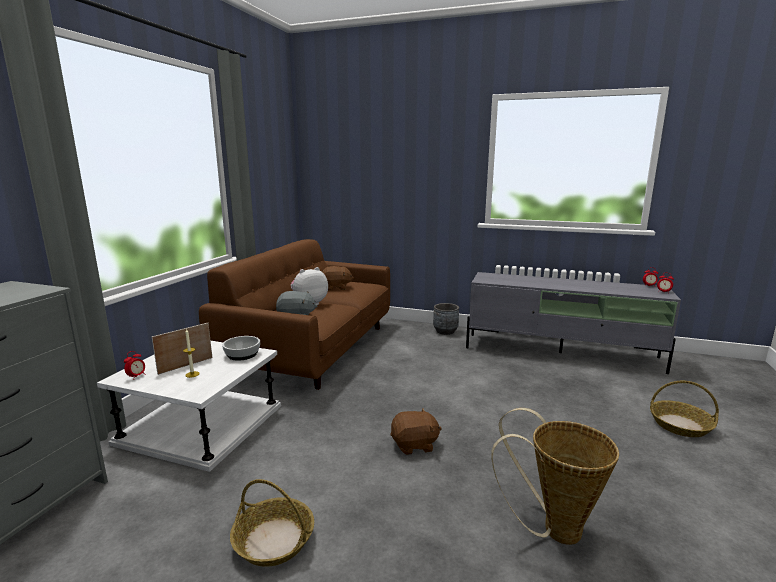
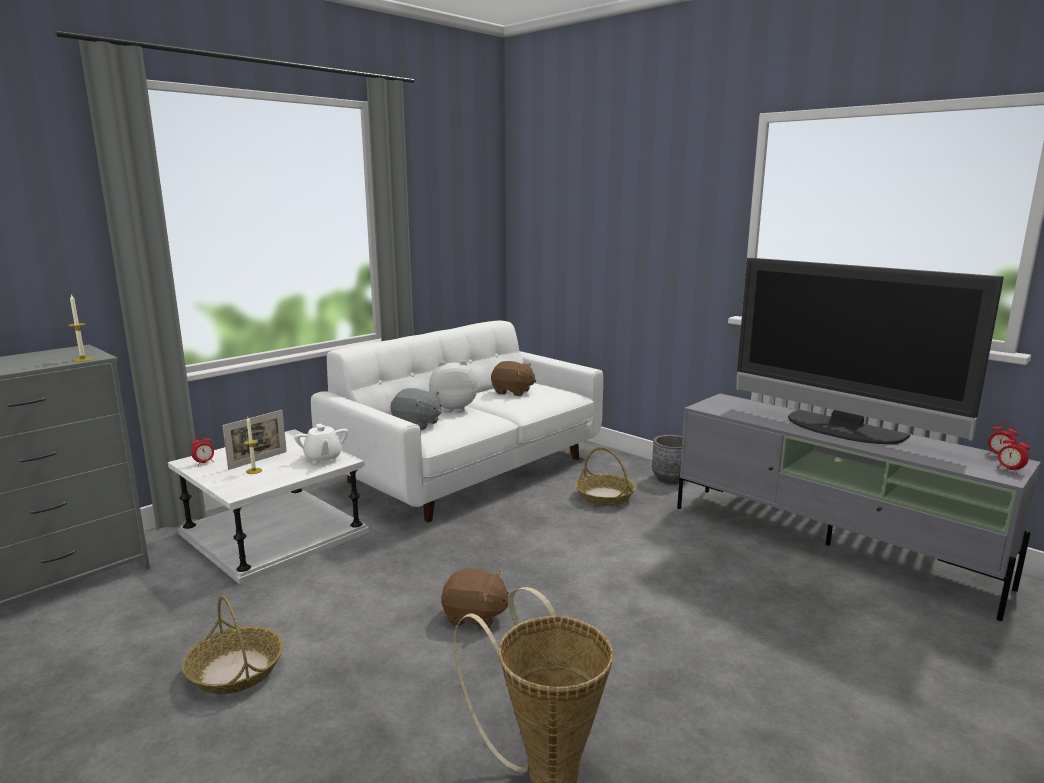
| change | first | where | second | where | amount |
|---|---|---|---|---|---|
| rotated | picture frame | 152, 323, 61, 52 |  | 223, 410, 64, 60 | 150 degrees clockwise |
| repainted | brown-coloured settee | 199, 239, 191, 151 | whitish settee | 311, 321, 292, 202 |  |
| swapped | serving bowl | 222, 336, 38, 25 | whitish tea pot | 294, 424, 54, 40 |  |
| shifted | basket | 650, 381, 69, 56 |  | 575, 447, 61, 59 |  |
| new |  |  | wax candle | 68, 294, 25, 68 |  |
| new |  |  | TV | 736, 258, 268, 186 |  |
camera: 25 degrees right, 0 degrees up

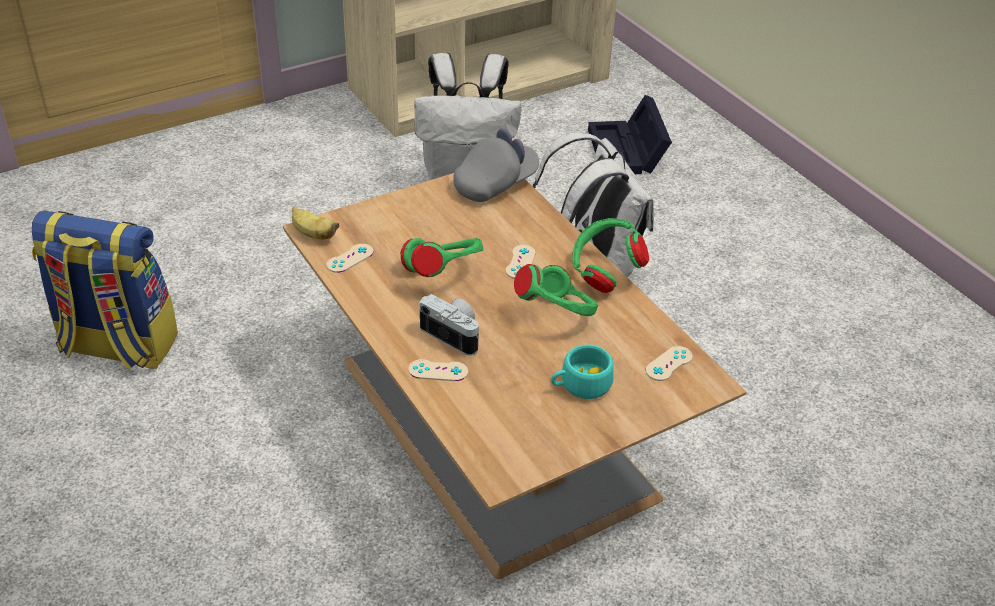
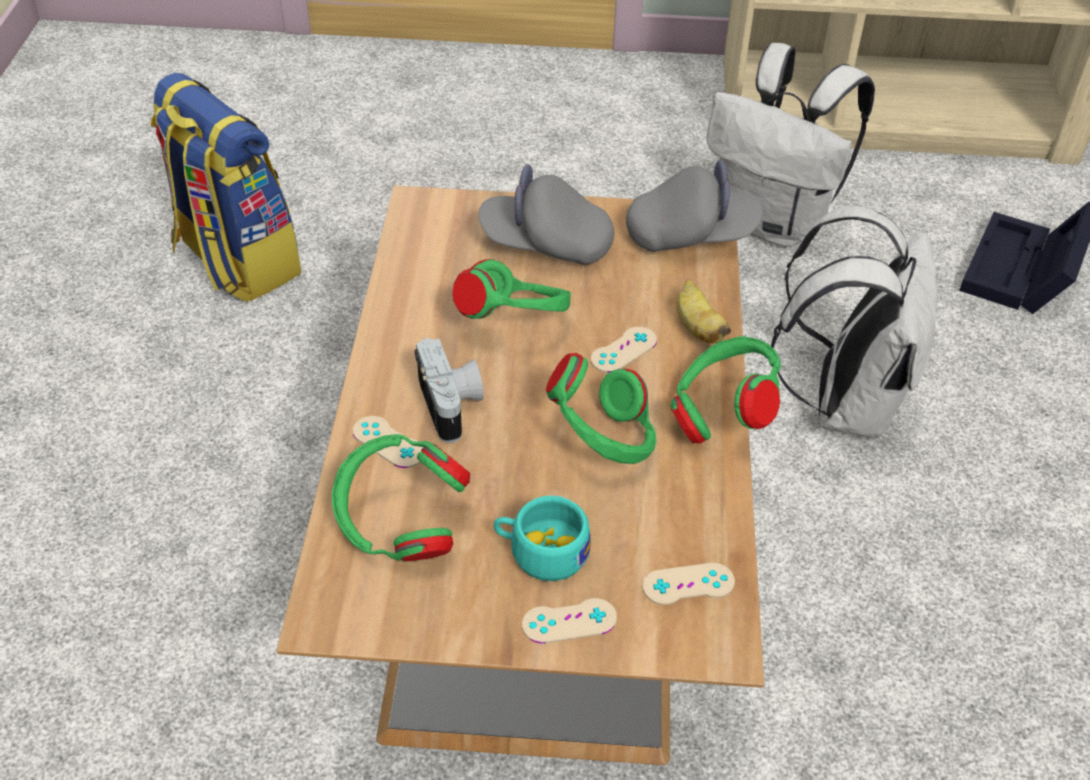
| change | first | where | second | where | amount |
|---|---|---|---|---|---|
| shifted | whole banana | 292, 207, 47, 33 |  | 676, 279, 55, 64 |  |
| shifted | beige-coloured game controller | 326, 244, 48, 29 |  | 522, 598, 95, 46 |  |
| new |  |  | green-coloured headphones | 332, 434, 138, 127 |  |
| new |  |  | gray cap | 479, 164, 135, 101 |  |
camera: 35 degrees right, 5 degrees up

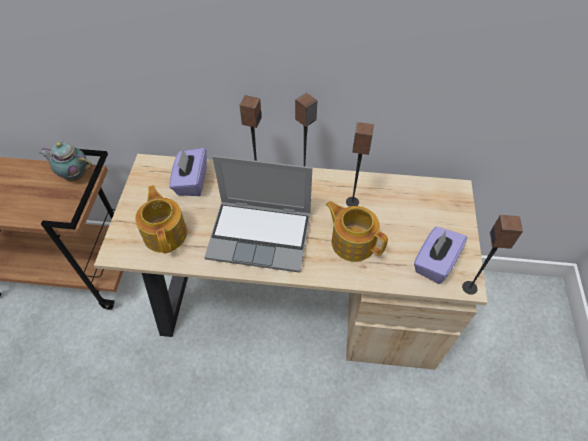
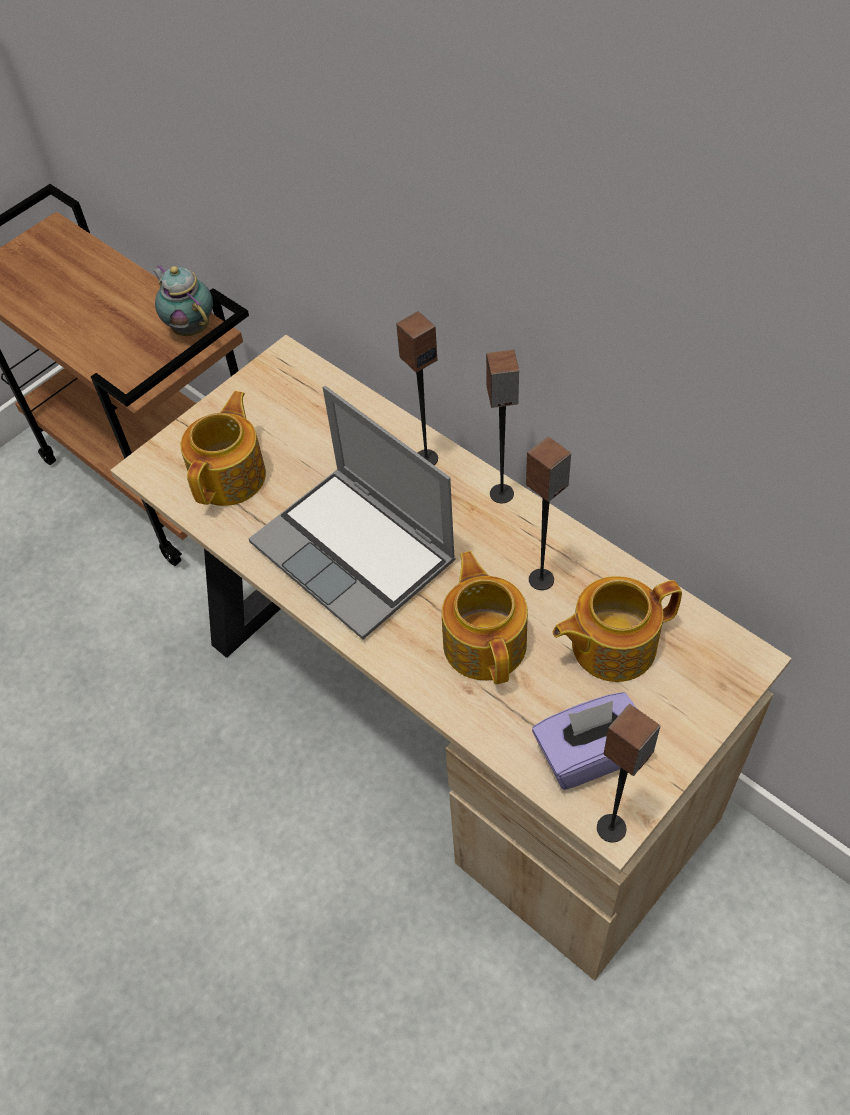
| change | first | where | second | where | amount |
|---|---|---|---|---|---|
| gone | purple tissue holder | 170, 148, 37, 48 |  |  |  |
| new |  |  | tea pot | 553, 576, 129, 106 |  |
camera: 40 degrees right, 0 degrees up

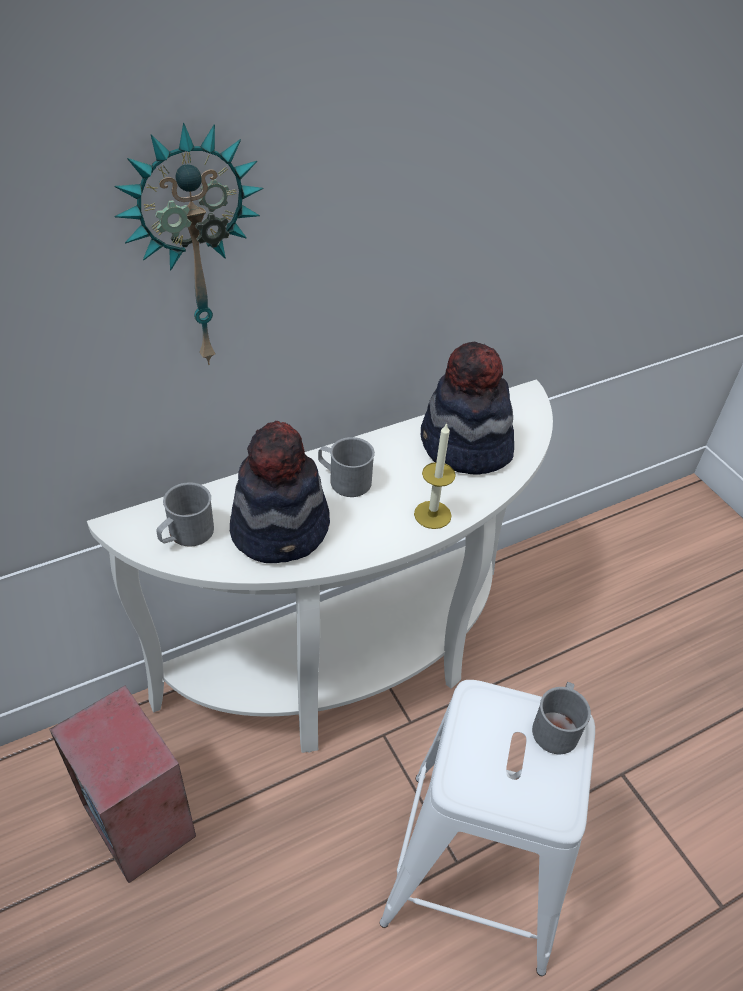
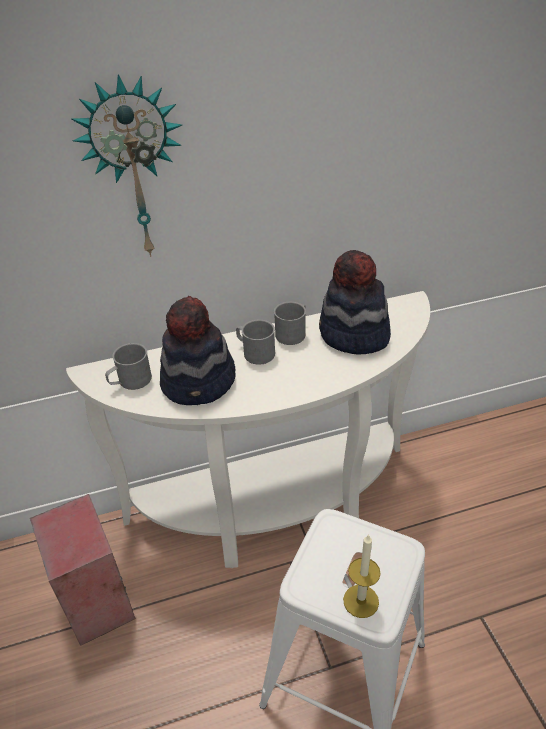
| change | first | where | second | where | amount |
|---|---|---|---|---|---|
| shifted | wax candle | 414, 422, 42, 107 |  | 343, 534, 38, 84 |  |
| shifted | gray coffee mug | 532, 682, 59, 72 |  | 274, 302, 32, 43 |  |
camera: 15 degrees right, 5 degrees down

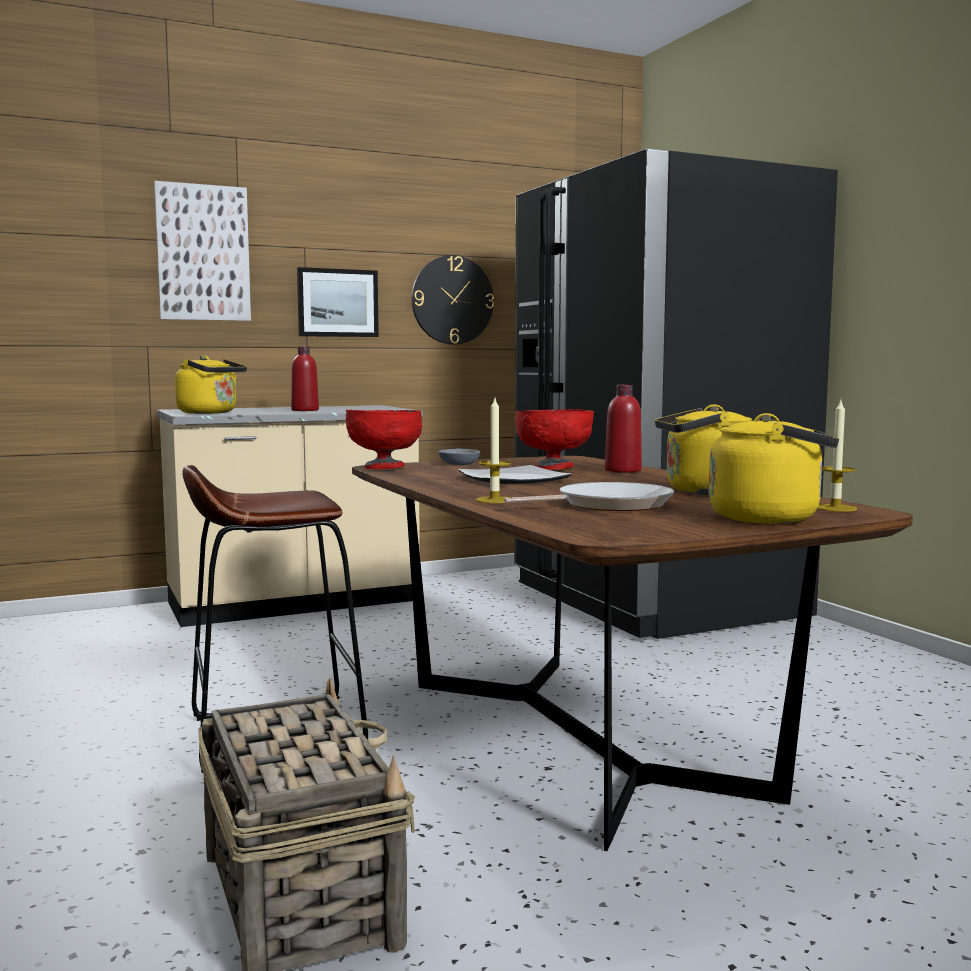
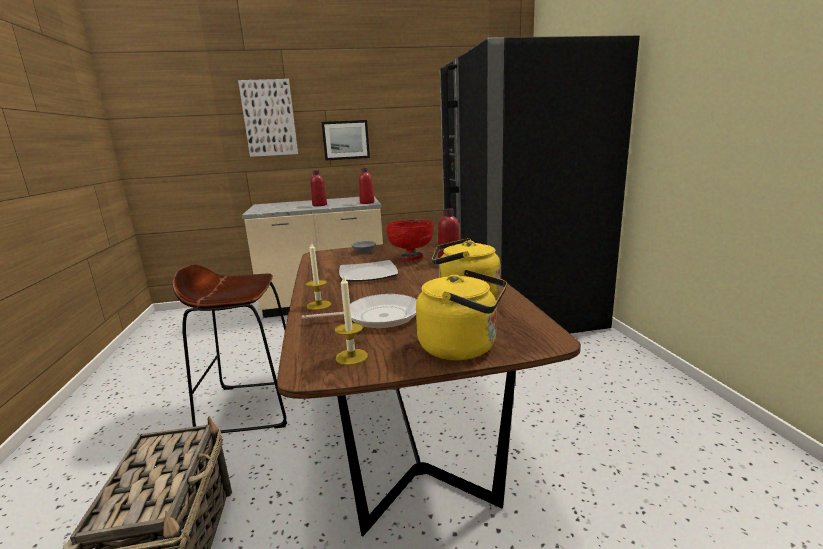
| change | first | where | second | where | amount |
|---|---|---|---|---|---|
| gone | yellow-coloured tea kettle | 175, 356, 72, 58 |  |  |  |
| gone | red-coloured serving bowl | 346, 410, 76, 59 |  |  |  |
| gone | hanging clock | 411, 255, 83, 90 |  |  |  |
| shifted | wax candle | 817, 400, 40, 112 |  | 335, 274, 33, 91 |  |
| new |  |  | red-coloured beverage bottle | 359, 168, 15, 36 |  |
camera: 15 degrees right, 10 degrees up

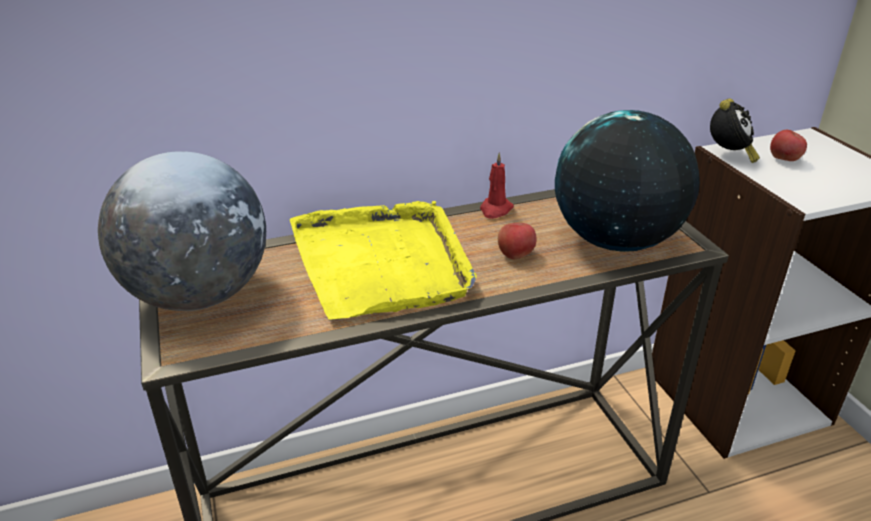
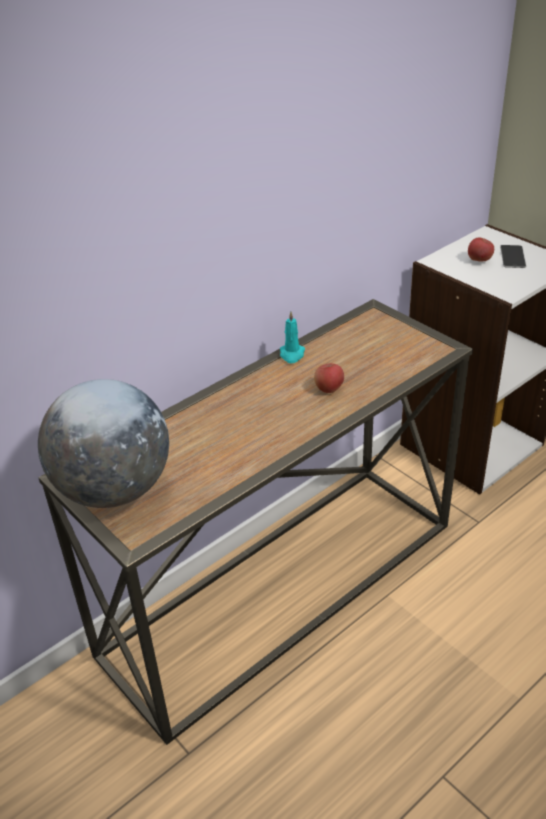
| change | first | where | second | where | amount |
|---|---|---|---|---|---|
| gone | yellow-coloured serving tray | 290, 201, 187, 119 |  |  |  |
| repainted | red-coloured wax candle | 480, 153, 34, 66 | turquoise-coloured wax candle | 280, 311, 25, 52 |  |
| gone | globe | 555, 110, 145, 142 |  |  |  |
| gone | bedside clock | 710, 98, 50, 65 |  |  |  |
| new |  |  | handset | 500, 245, 26, 23 |  |
camera: 20 degrees left, 5 degrees up

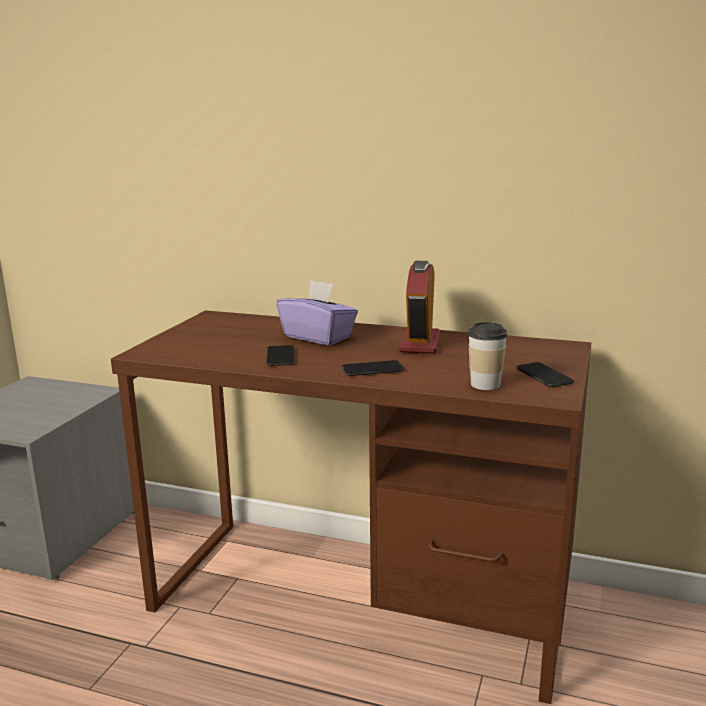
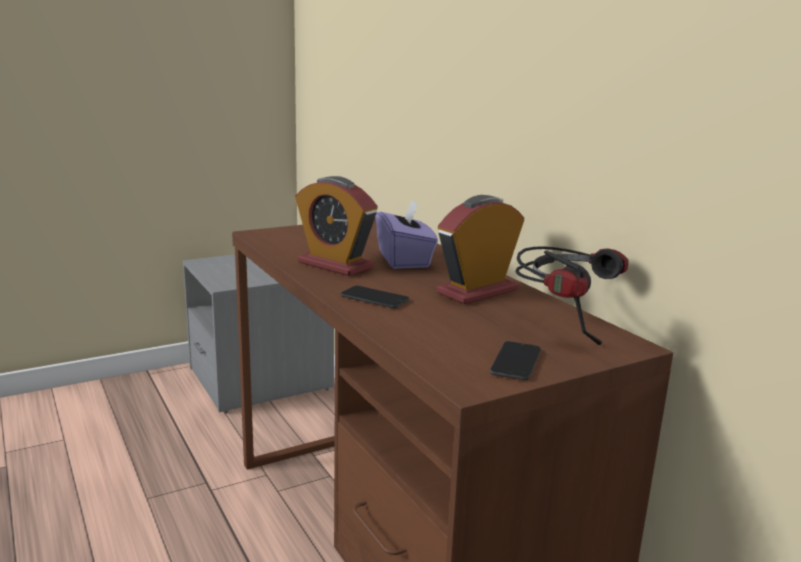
| change | first | where | second | where | amount |
|---|---|---|---|---|---|
| swapped | handset | 266, 345, 29, 21 | bedside clock | 295, 176, 83, 100 |  |
| gone | small cup | 468, 322, 40, 68 |  |  |  |
| new |  |  | headphones | 515, 246, 114, 99 |  |
camera: 40 degrees right, 0 degrees up

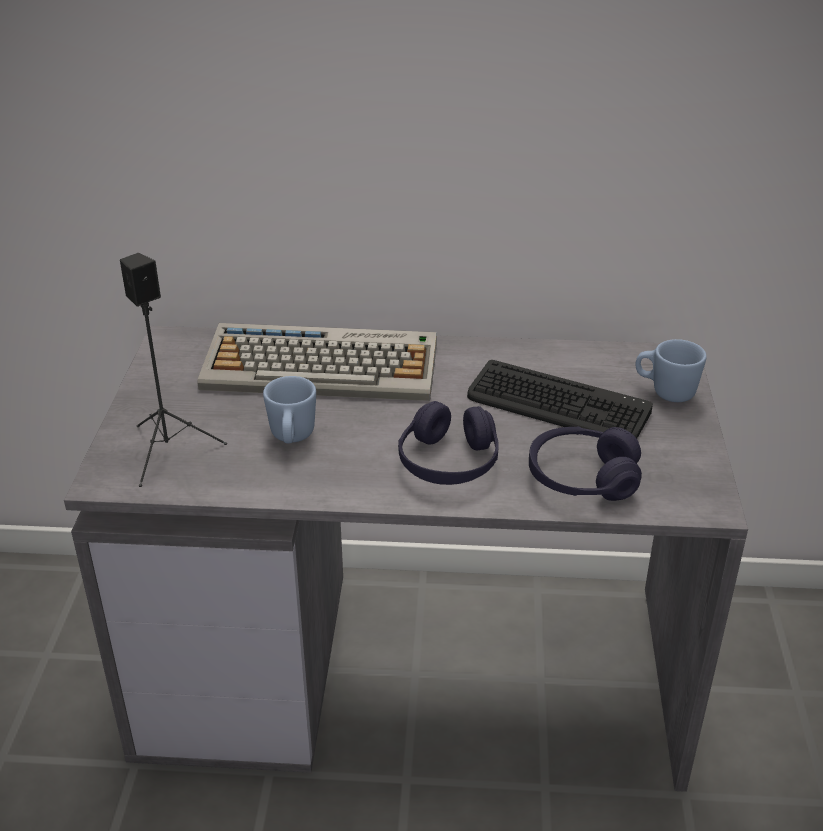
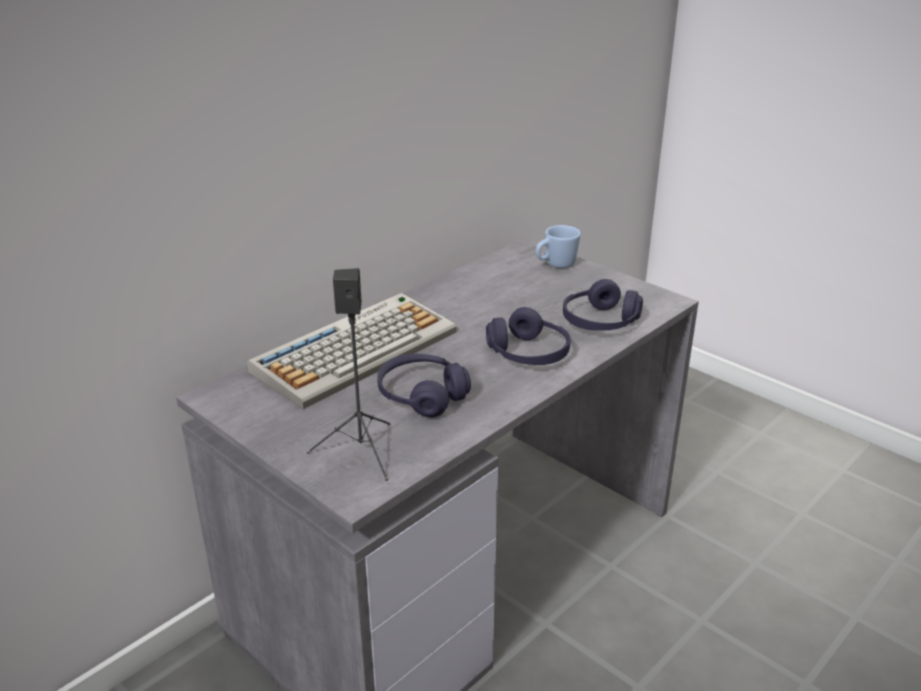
| change | first | where | second | where | amount |
|---|---|---|---|---|---|
| swapped | bluish coffee mug | 263, 376, 53, 67 | purple headphones | 377, 354, 94, 63 |  |
| gone | computer keyboard | 467, 360, 186, 79 |  |  |  |
camera: 50 degrees left, 5 degrees down

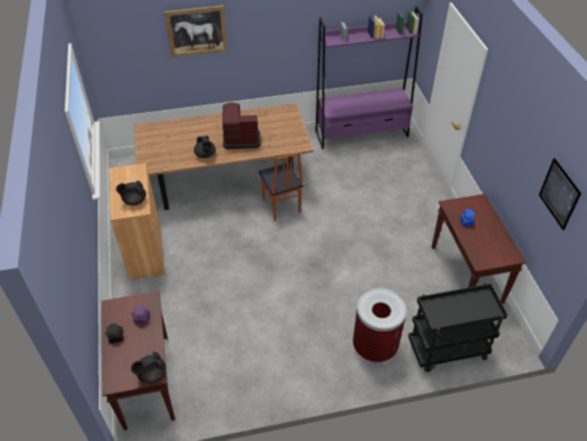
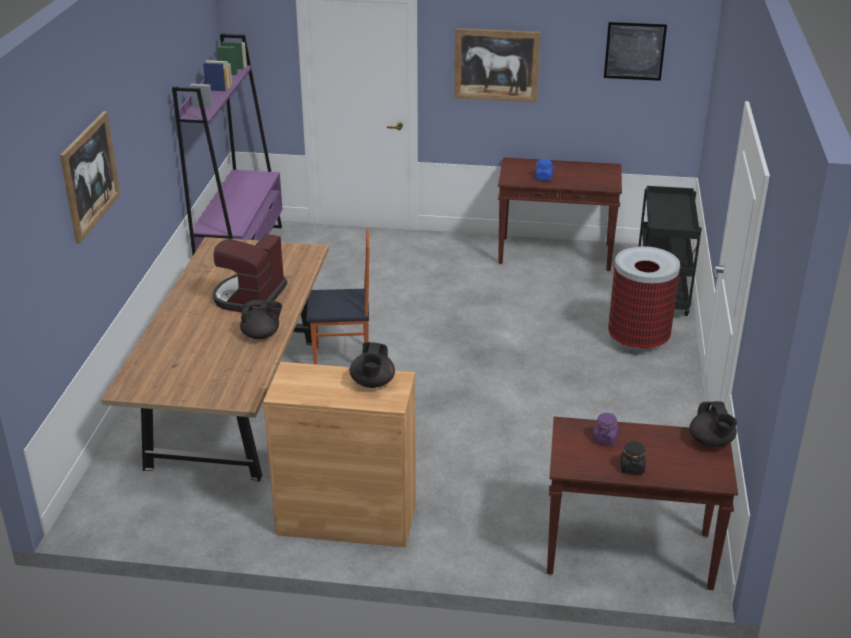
| change | first | where | second | where | amount |
|---|---|---|---|---|---|
| new |  |  | picture | 454, 28, 87, 74 |  |
camera: 70 degrees left, 15 degrees down

